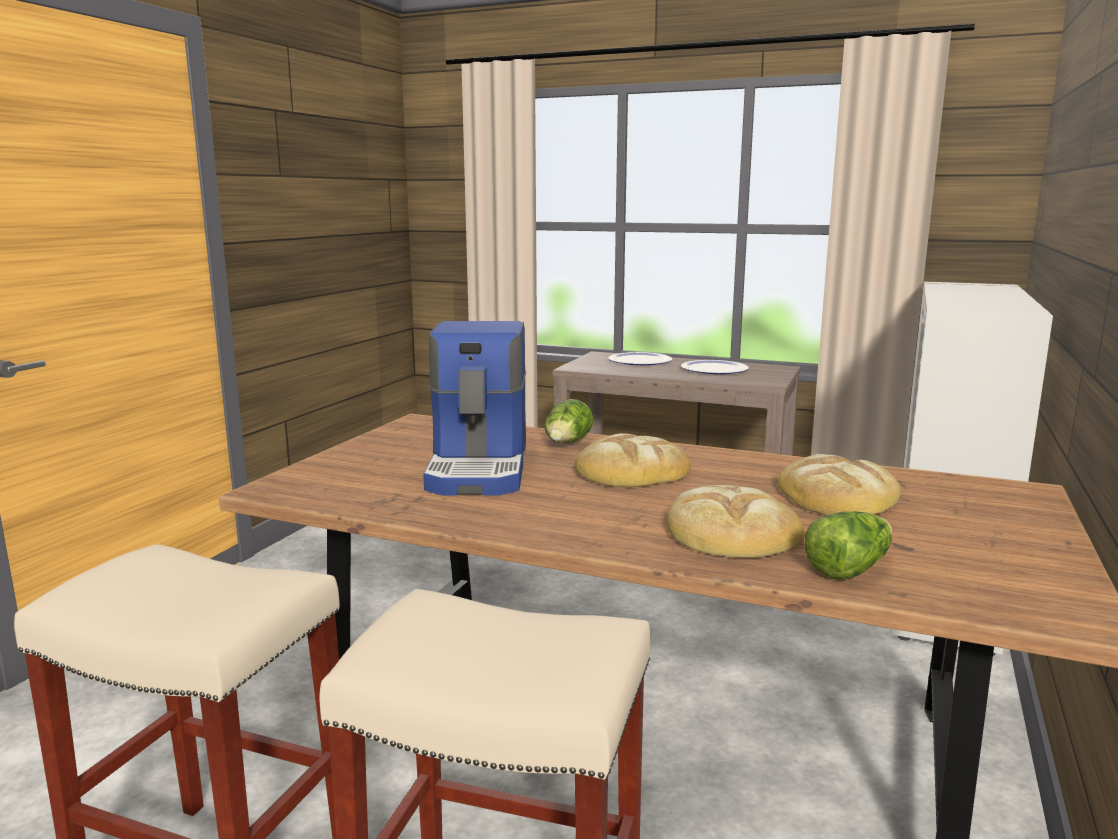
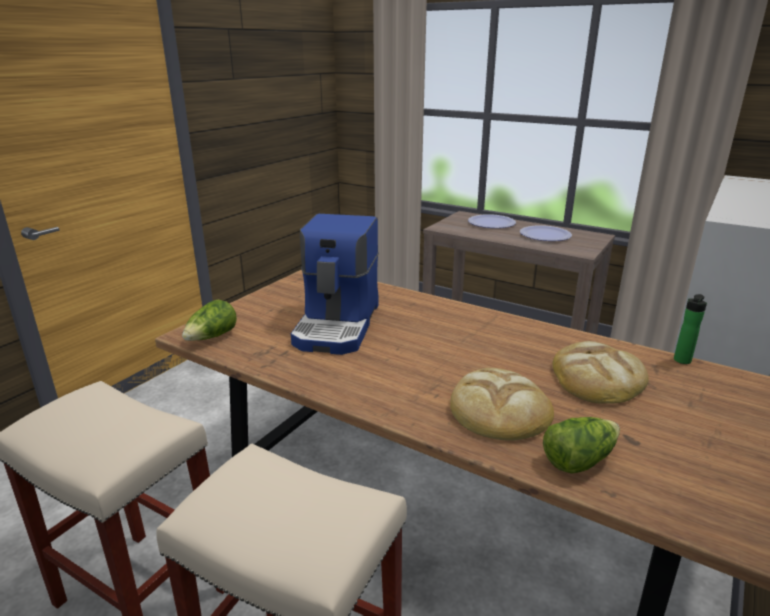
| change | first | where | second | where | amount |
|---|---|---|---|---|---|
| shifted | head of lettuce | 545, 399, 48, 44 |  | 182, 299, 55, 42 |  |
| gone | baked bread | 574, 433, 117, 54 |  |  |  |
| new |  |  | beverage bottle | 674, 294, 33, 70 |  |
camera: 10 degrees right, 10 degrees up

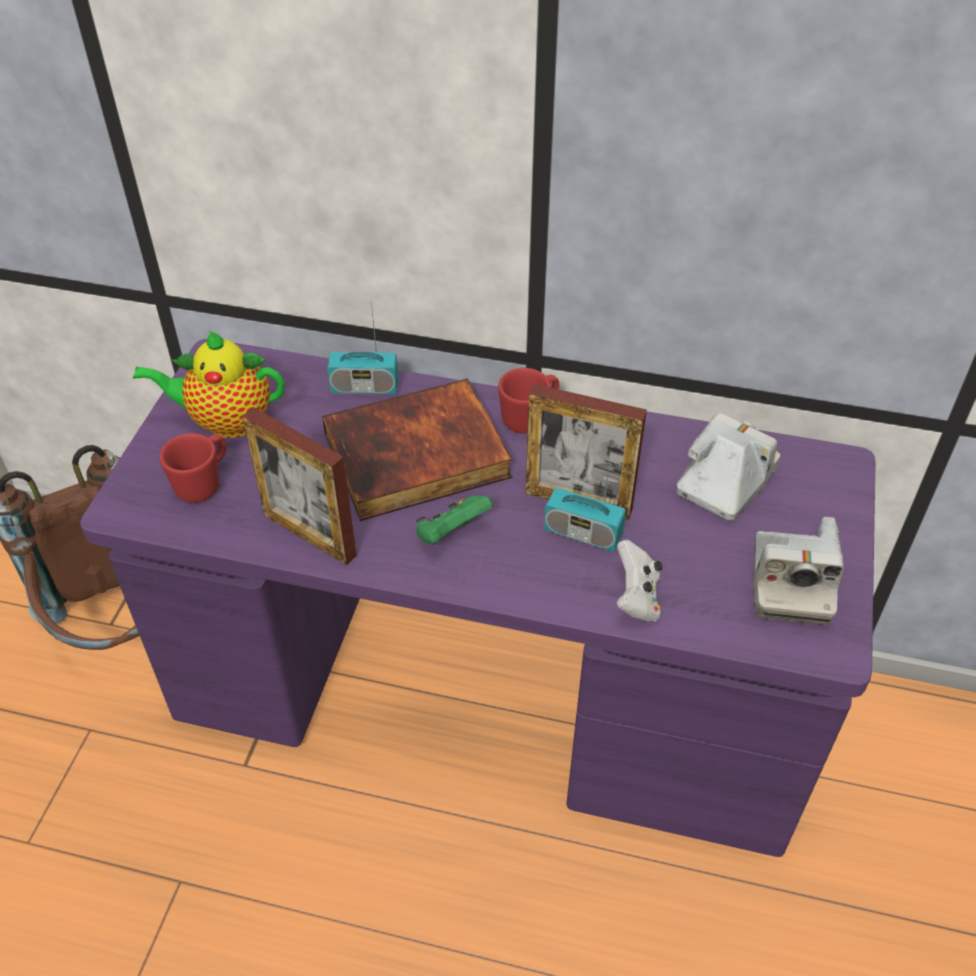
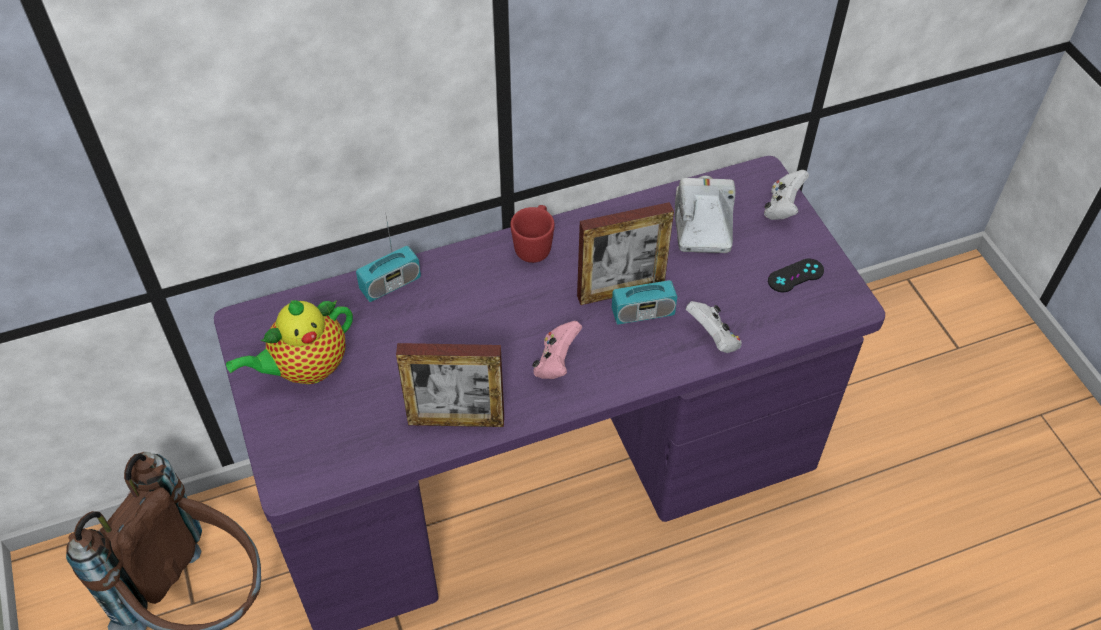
| change | first | where | second | where | amount |
|---|---|---|---|---|---|
| gone | red-coloured coffee mug | 160, 433, 66, 70 |  |  |  |
| gone | bound book | 322, 378, 191, 143 |  |  |  |
| repainted | green-coloured game controller | 416, 496, 77, 48 | pinkish game controller | 532, 321, 50, 58 |  |
| swapped | still camera | 753, 517, 90, 108 | black game controller | 768, 258, 56, 34 |  |
| new |  |  | whitish game controller | 764, 170, 45, 50 |  |
camera: 35 degrees left, 5 degrees up

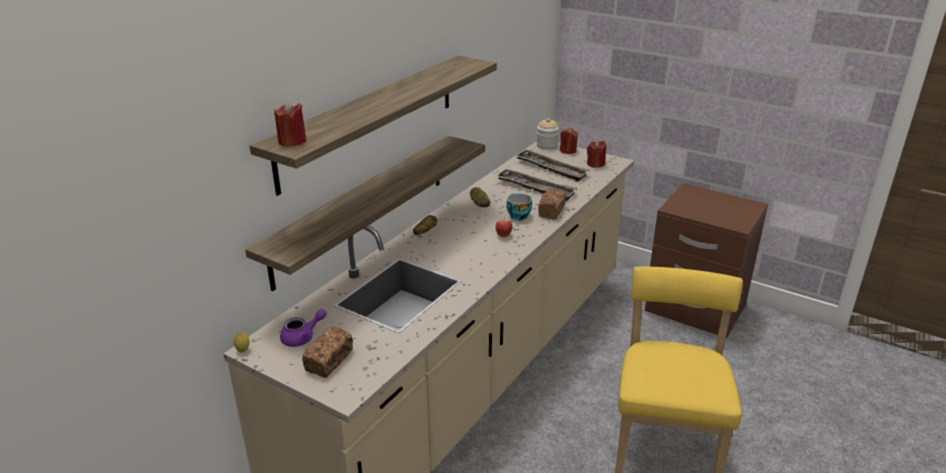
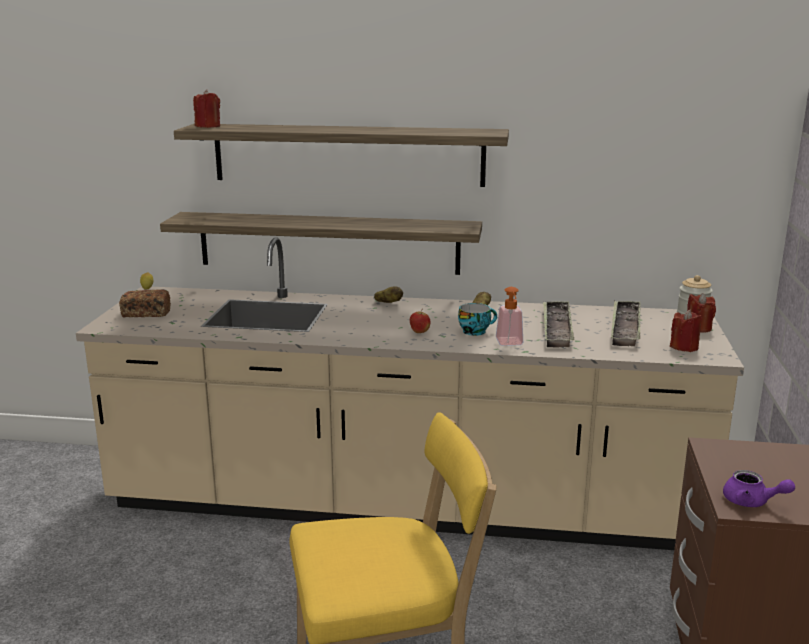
| change | first | where | second | where | amount |
|---|---|---|---|---|---|
| shifted | purple tea pot | 280, 309, 47, 38 |  | 723, 470, 72, 37 |  |
| swapped | baked bread | 538, 188, 28, 31 | soap bottle | 496, 287, 27, 59 |  |
camera: 65 degrees right, 10 degrees down

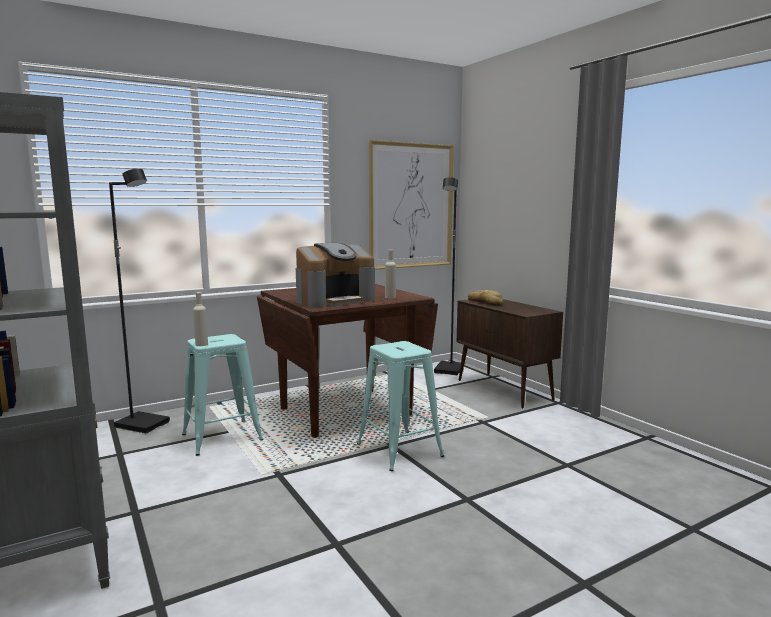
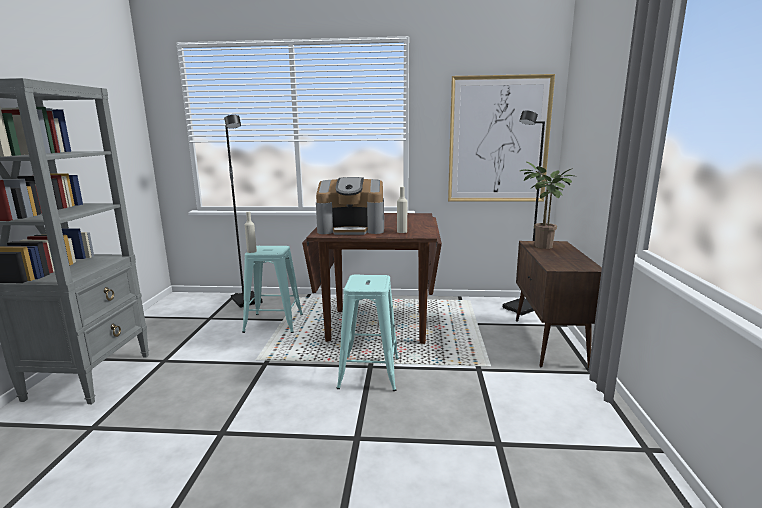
| change | first | where | second | where | amount |
|---|---|---|---|---|---|
| swapped | baked bread | 468, 290, 35, 15 | potted plant | 520, 161, 54, 88 |  |
camera: 35 degrees right, 5 degrees up

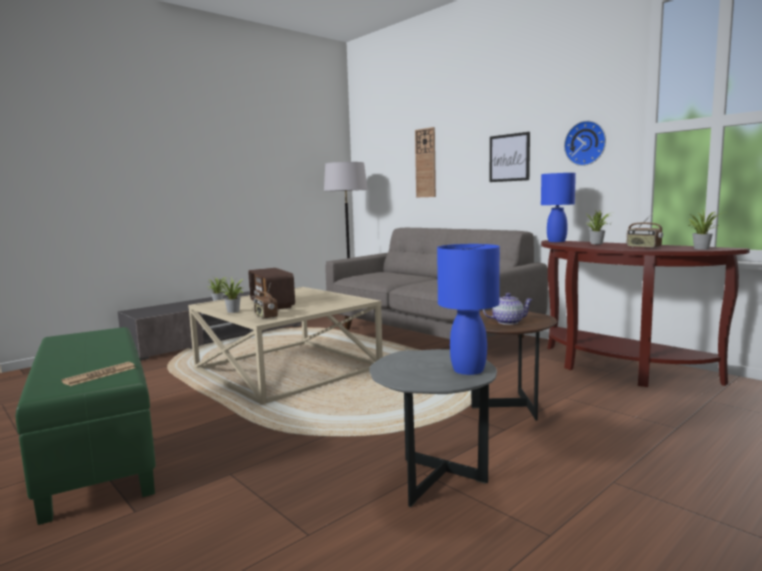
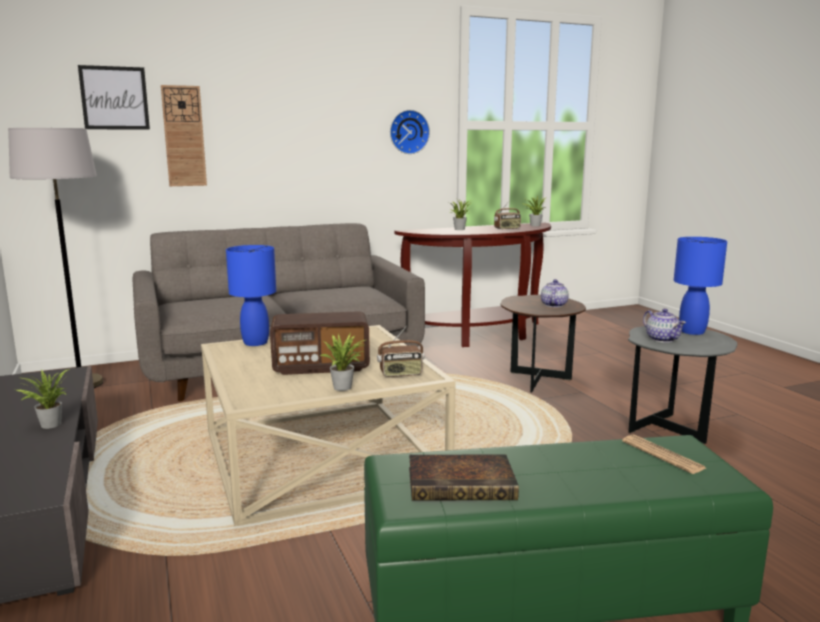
| change | first | where | second | where | amount |
|---|---|---|---|---|---|
| shifted | picture | 490, 132, 40, 50 |  | 78, 65, 72, 65 |  |
| shifted | bluish tabletop lamp | 541, 173, 35, 69 |  | 226, 245, 50, 101 |  |
| new |  |  | bound book | 409, 455, 110, 46 |  |
| new |  |  | tea pot | 643, 308, 43, 35 |  |
camera: 70 degrees left, 5 degrees up

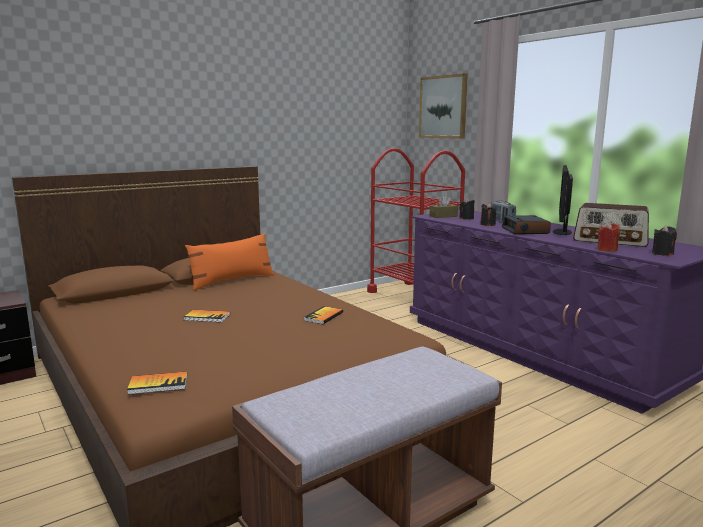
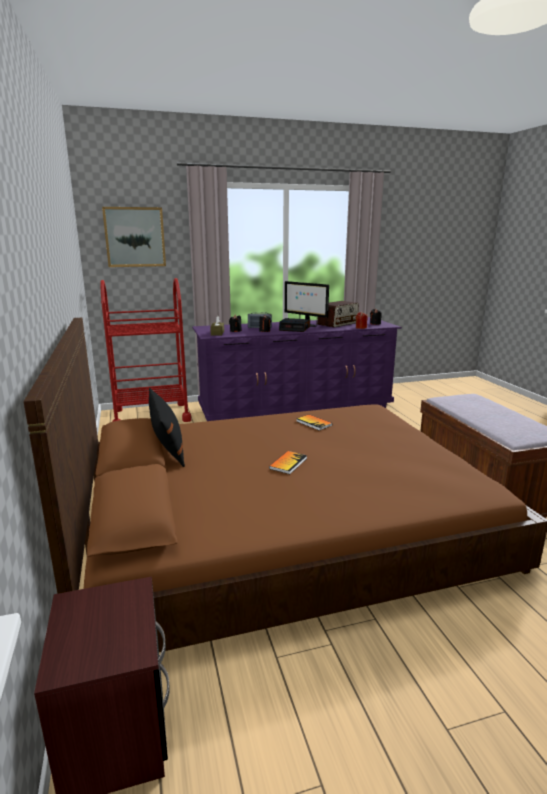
| change | first | where | second | where | amount |
|---|---|---|---|---|---|
| gone | bound book | 127, 372, 60, 23 |  |  |  |
| repainted | orangey throw pillow | 185, 233, 90, 58 | black throw pillow | 149, 388, 36, 79 |  |
camera: 70 degrees left, 5 degrees up

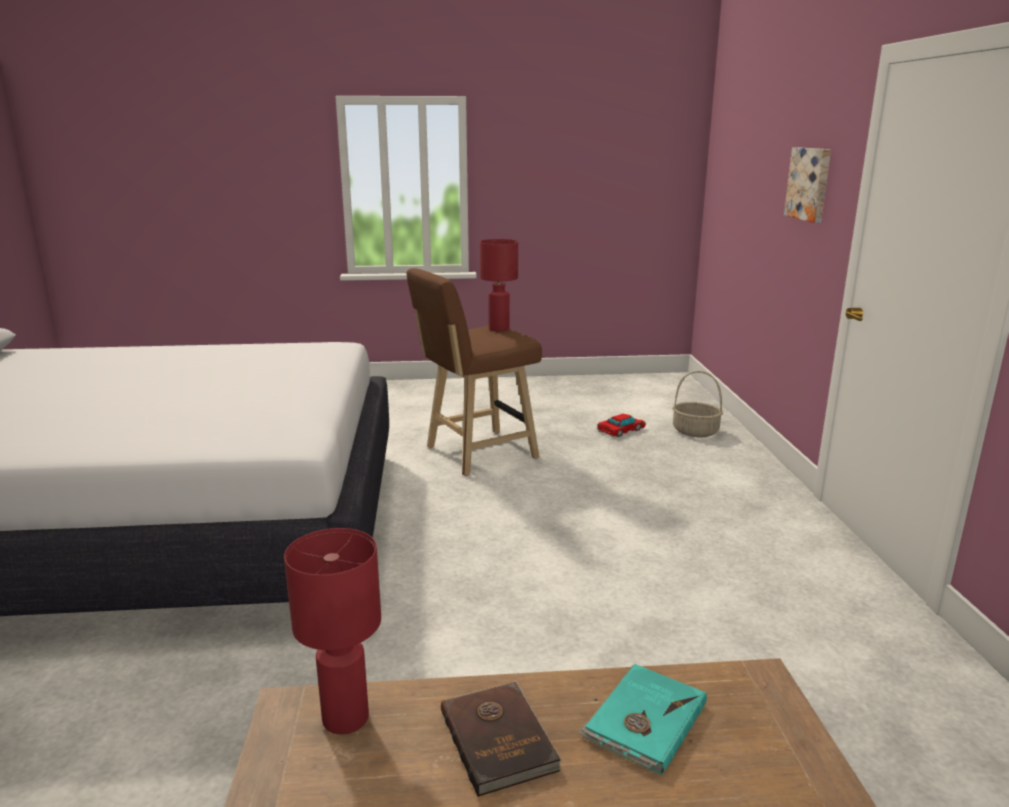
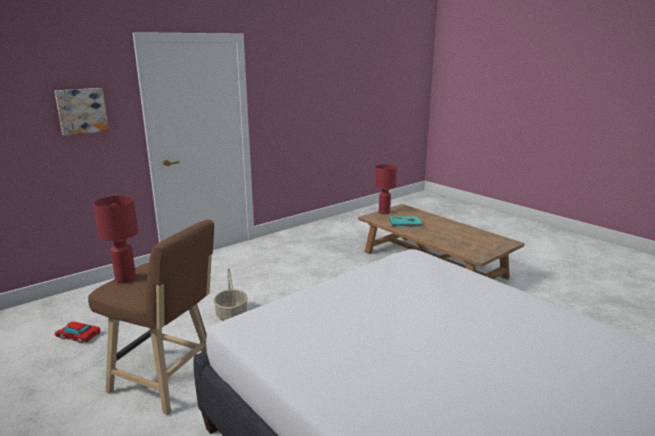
| change | first | where | second | where | amount |
|---|---|---|---|---|---|
| shifted | red-coloured tabletop lamp | 284, 528, 97, 206 |  | 375, 164, 22, 50 |  |
| gone | brown-coloured bound book | 441, 681, 121, 116 |  |  |  |
| shifted | basket | 673, 371, 50, 66 |  | 213, 268, 35, 53 |  |
camera: 125 degrees left, 0 degrees up

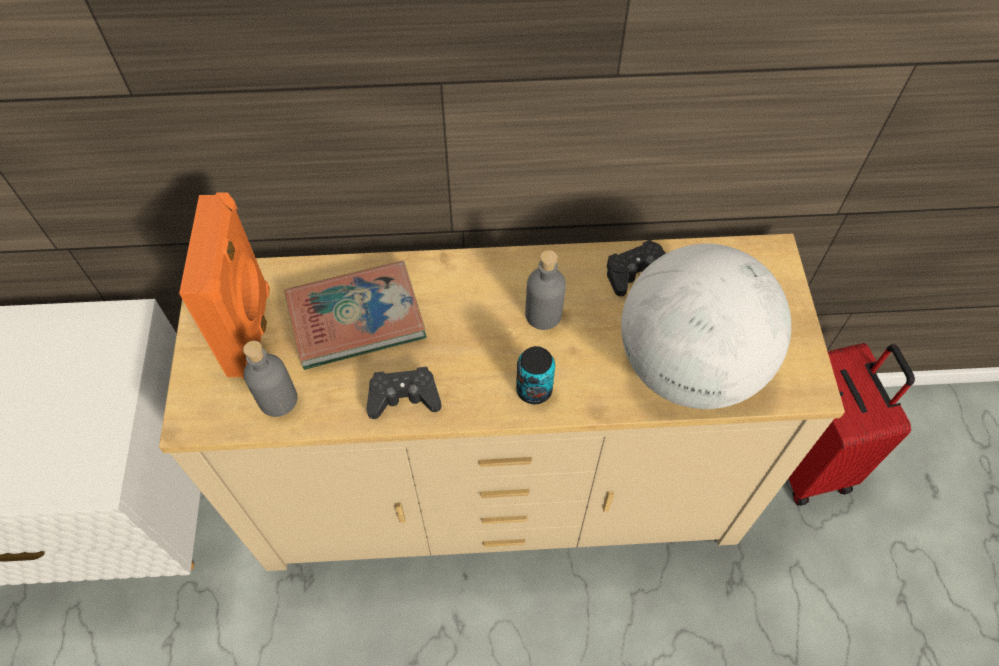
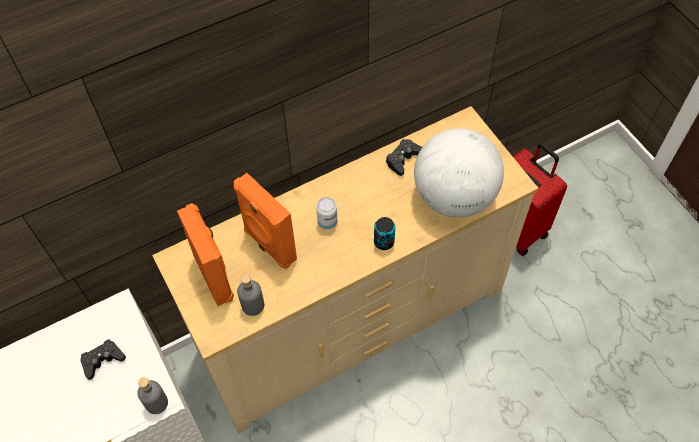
| change | first | where | second | where | amount |
|---|---|---|---|---|---|
| swapped | bound book | 284, 261, 143, 109 | orangey loudspeaker | 234, 173, 63, 96 |  |
| shifted | black game controller | 366, 367, 75, 52 |  | 81, 339, 45, 41 |  |
| shifted | gray beverage bottle | 525, 250, 41, 80 |  | 137, 377, 31, 37 |  |
| new |  |  | sealed can | 316, 197, 21, 33 |  |
camera: 25 degrees left, 0 degrees up

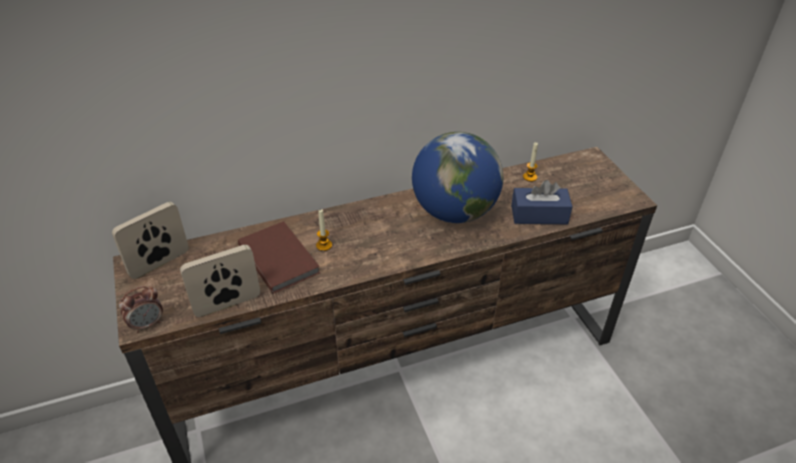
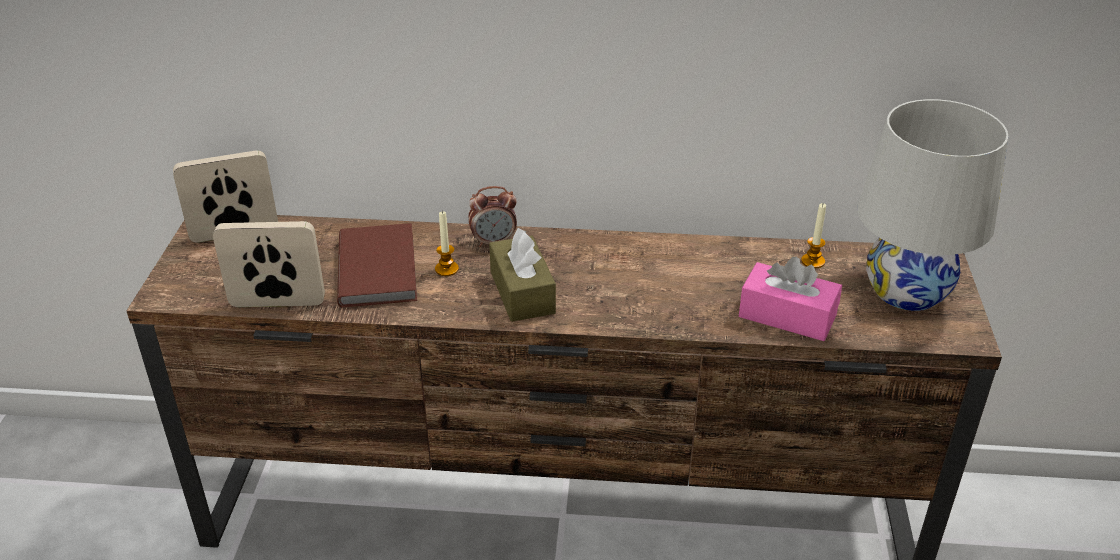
| change | first | where | second | where | amount |
|---|---|---|---|---|---|
| shifted | bedside clock | 119, 286, 44, 47 |  | 469, 186, 48, 61 |  |
| gone | globe | 412, 132, 91, 91 |  |  |  |
| repainted | bluish tissue holder | 511, 180, 61, 44 | pinkish tissue holder | 739, 257, 103, 84 |  |
| new |  |  | brown-coloured tissue holder | 489, 228, 67, 94 |  |
| new |  |  | whitish tabletop lamp | 858, 99, 150, 212 |  |
camera: 25 degrees right, 5 degrees down

